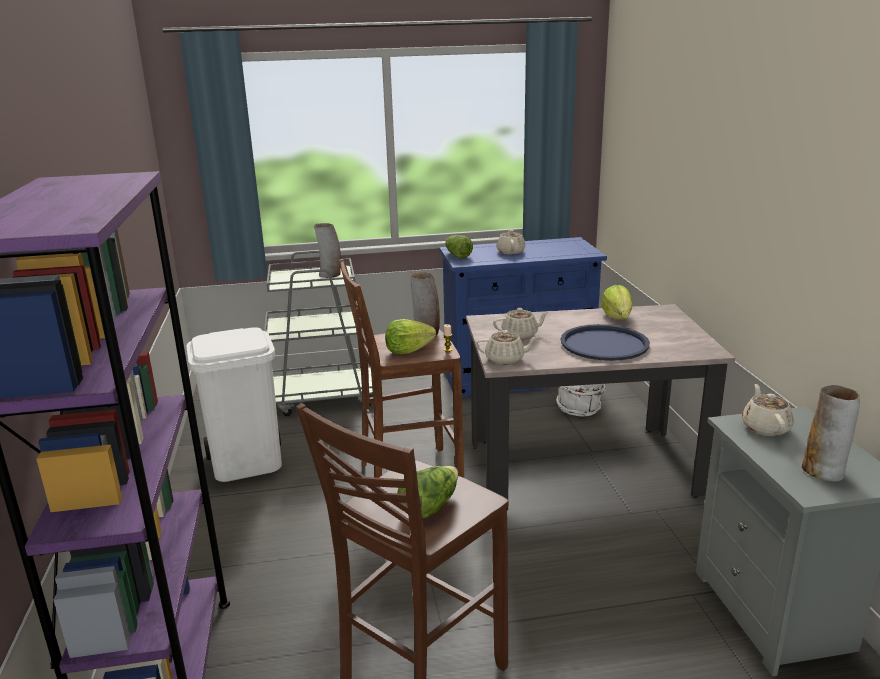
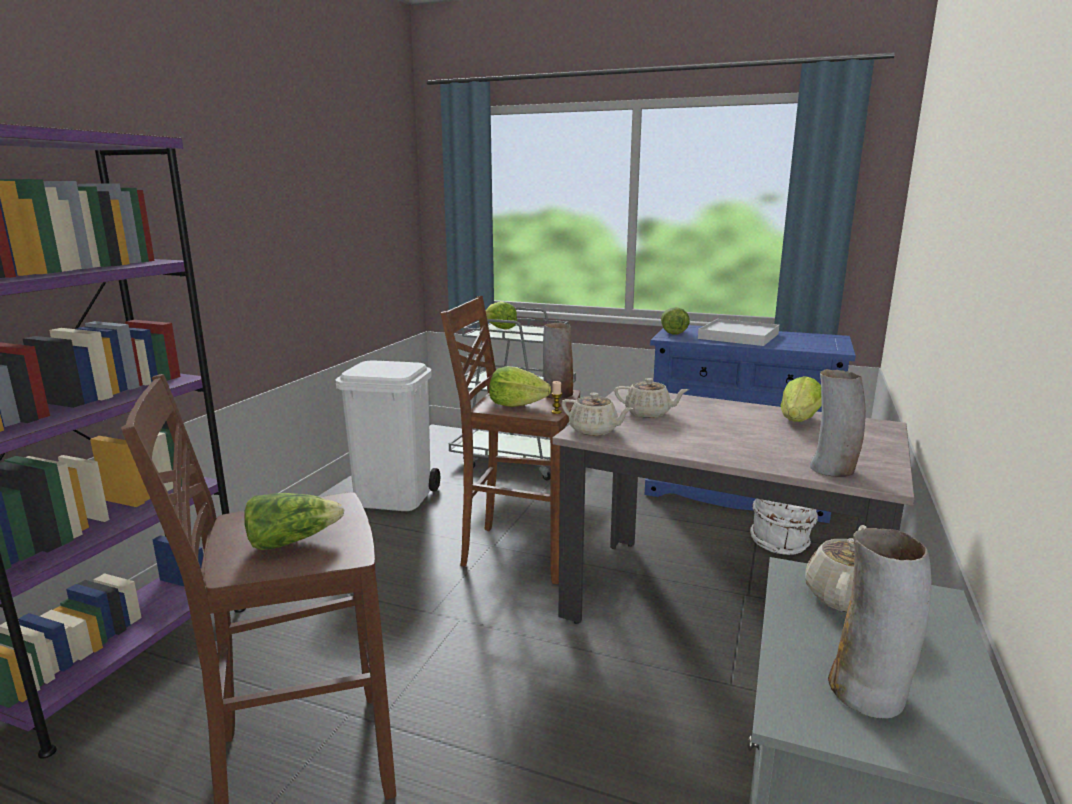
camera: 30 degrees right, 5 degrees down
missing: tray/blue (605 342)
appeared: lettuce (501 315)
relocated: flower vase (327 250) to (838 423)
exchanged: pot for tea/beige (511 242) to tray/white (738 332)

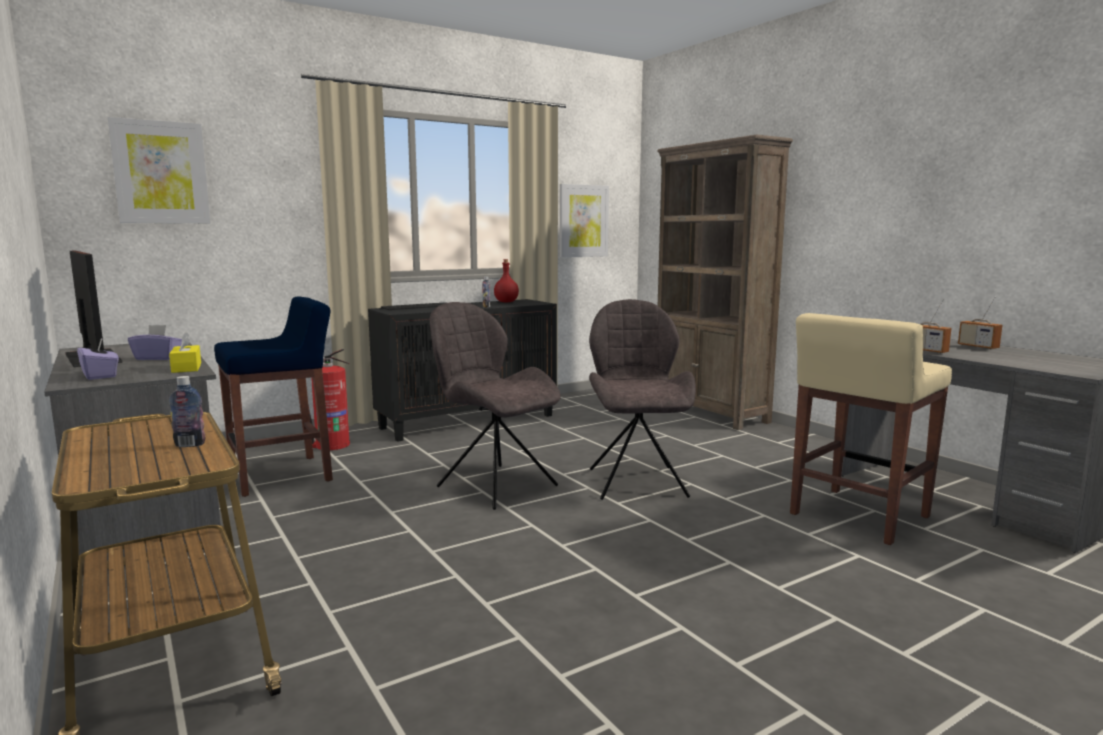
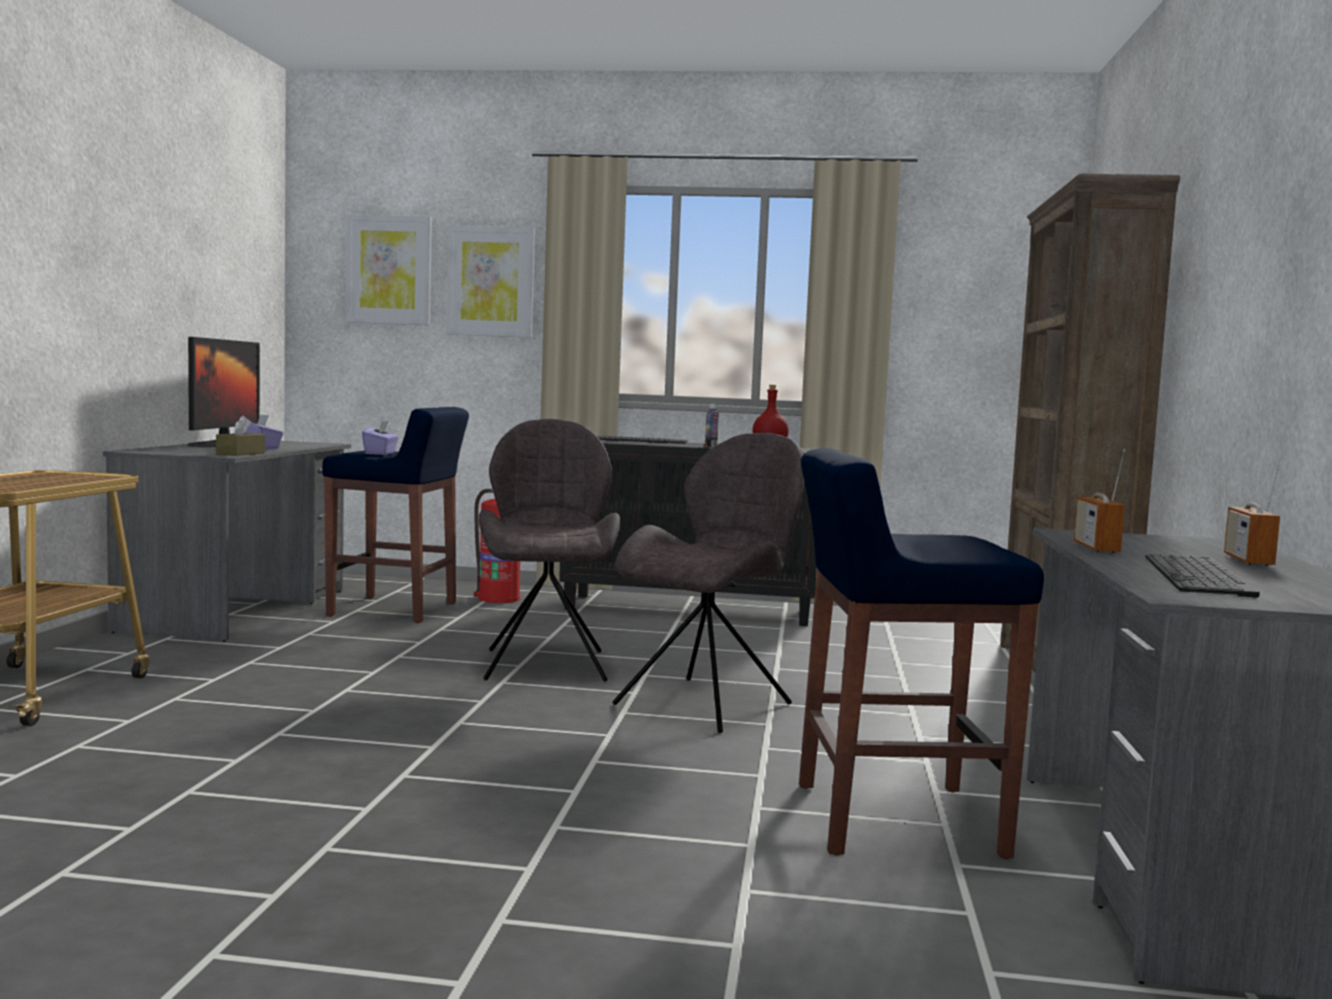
camera: 40 degrees right, 5 degrees down
missing: drink bottle (187 411)
appeared: keyboard (1203 576)
relocated: tissue holder/purple (98 358) to (380 438); wall art (584 220) to (490 281)
colour: tissue holder/yellow (185 352) to tissue holder/brown-coloured (240 435); stool seat/beige (871 429) to stool seat/blue (921 653)

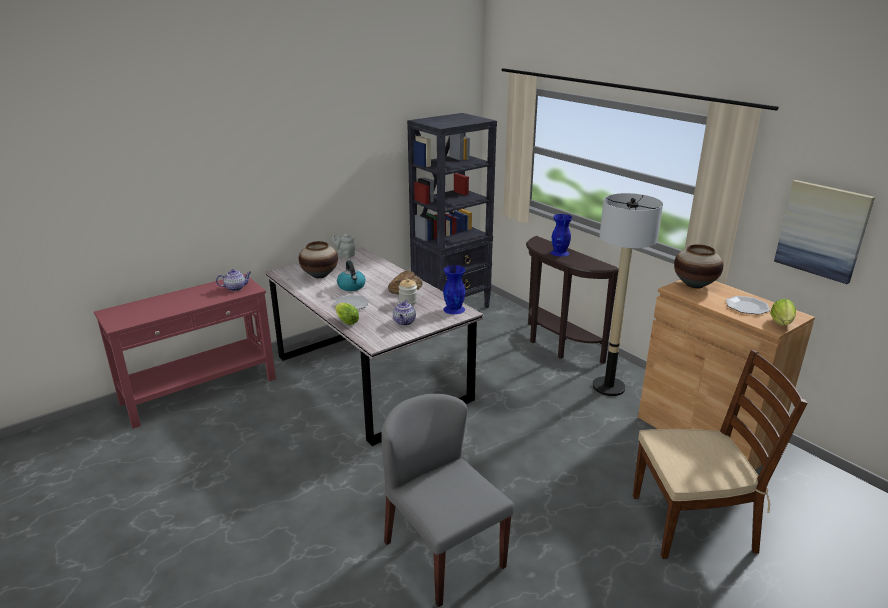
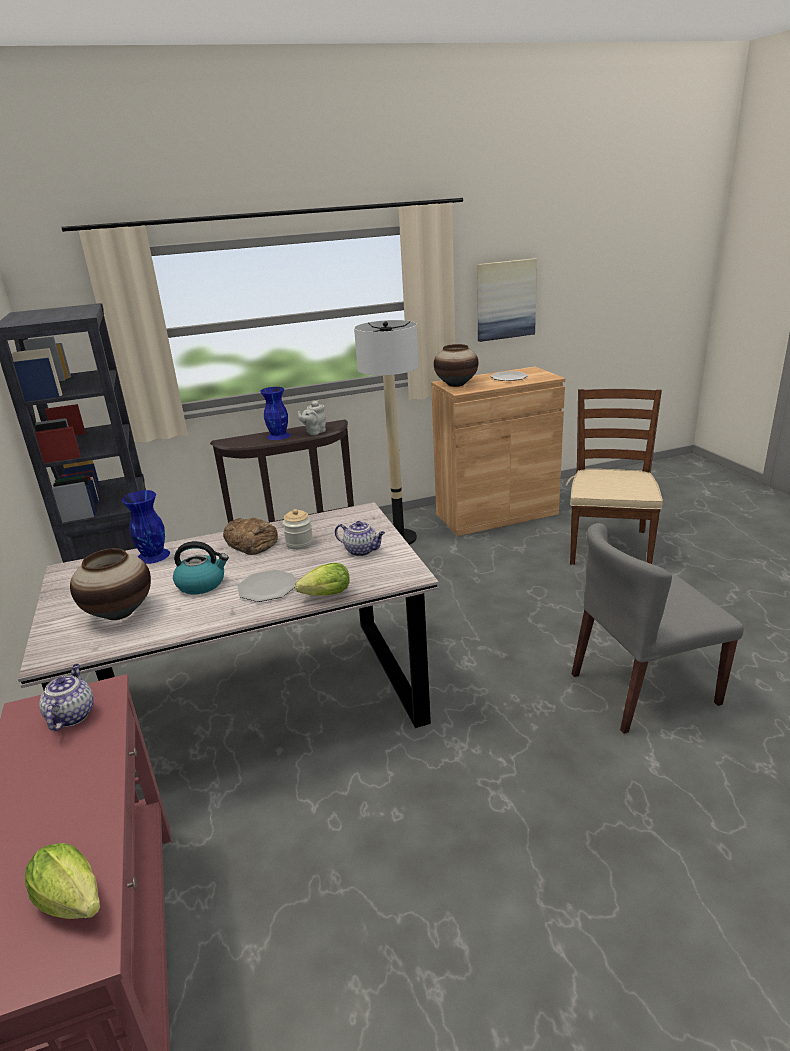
camera: 70 degrees left, 0 degrees up
relocated: pot for tea/greyish (343 245) to (312 417); flower vase/blue (454 289) to (146 527); lettuce (783 312) to (62 881)

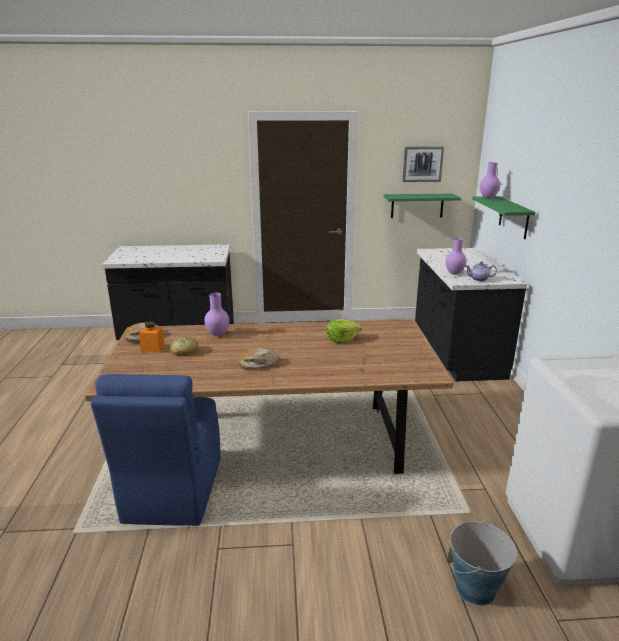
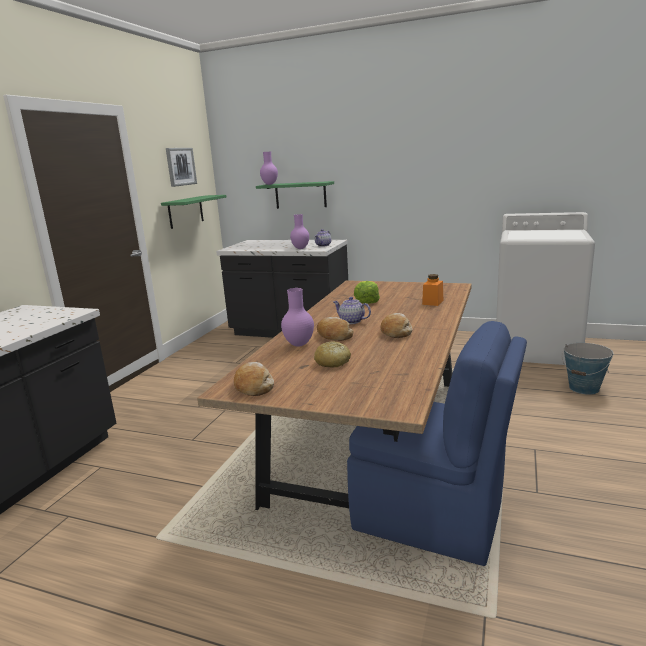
camera: 65 degrees left, 5 degrees down
appeared: bakery bread (335 329); pot for tea (352 310)
relocated: preserve jar/orangey (152 336) to (432 290)

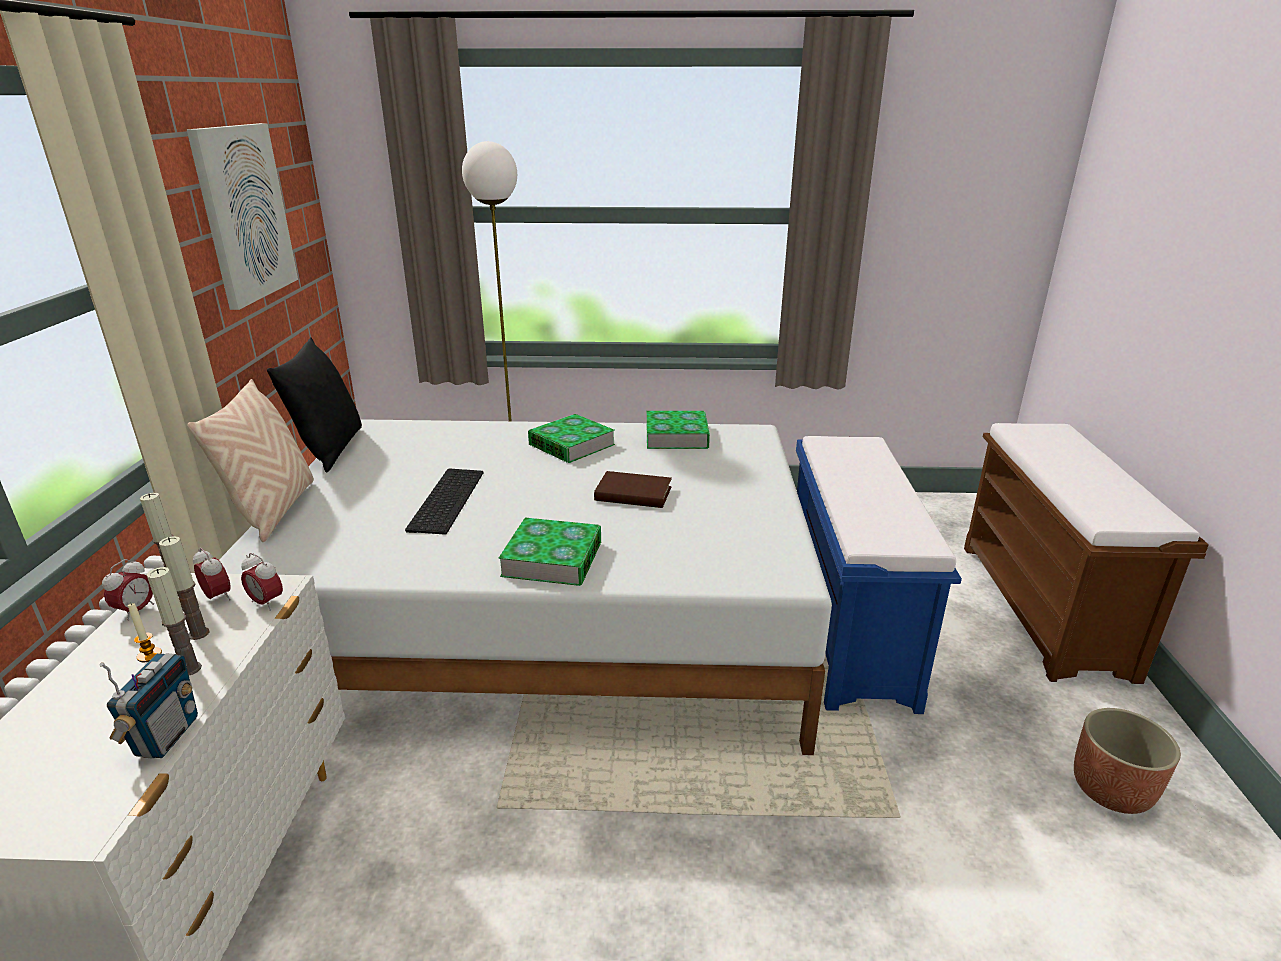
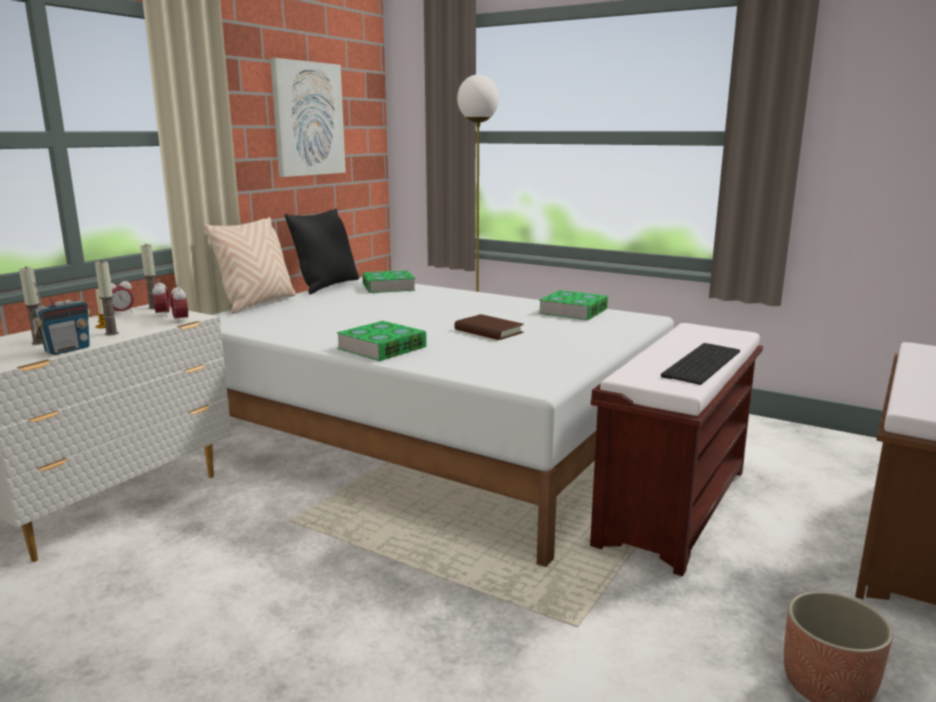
camera: 30 degrees right, 10 degrees down
relocated: wax candle (184 588) to (31 306); keyboard (444 501) to (700 364); book (571 438) to (388 281)
colour: indoor bench/blue (879 575) to indoor bench/brown-coloured (676 449)

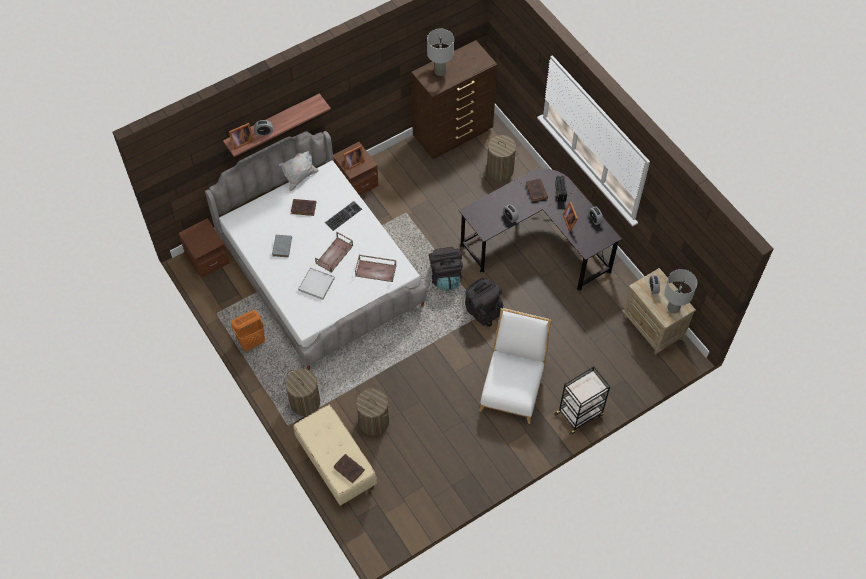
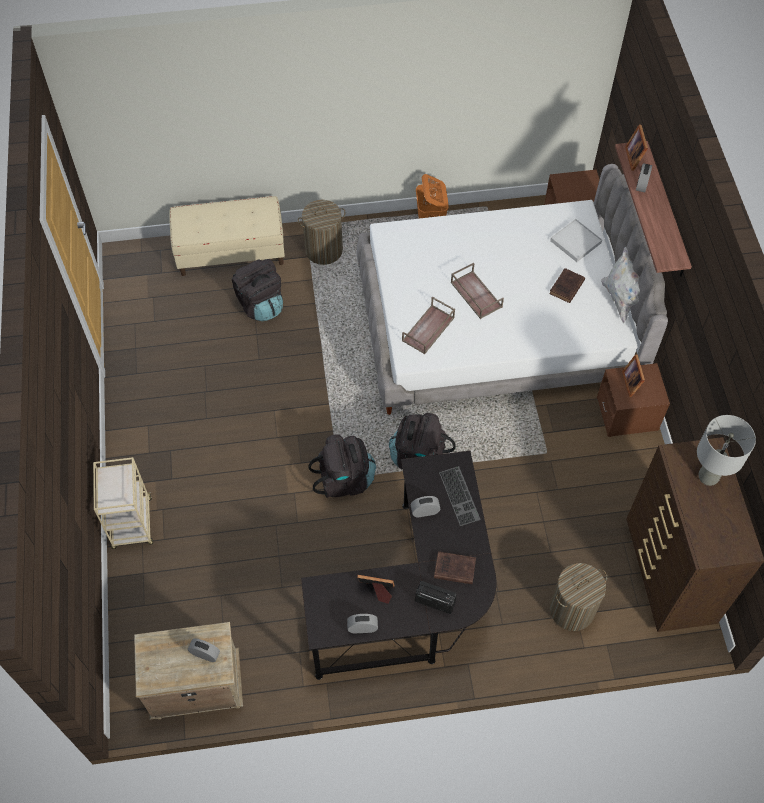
camera: 115 degrees right, 0 degrees up
missing: book/greyish (282 246); book/brown-coloured (349 468); chair/white (515 366); tabletop lamp/greyish (680 291)
relocated: tray/white (316 283) to (576 240); keyboard (343 216) to (460 496)
exchanged: laundry basket (372 412) to knapsack/black (257 290)
colour: trolley/black (582 400) to trolley/beige (123 503)

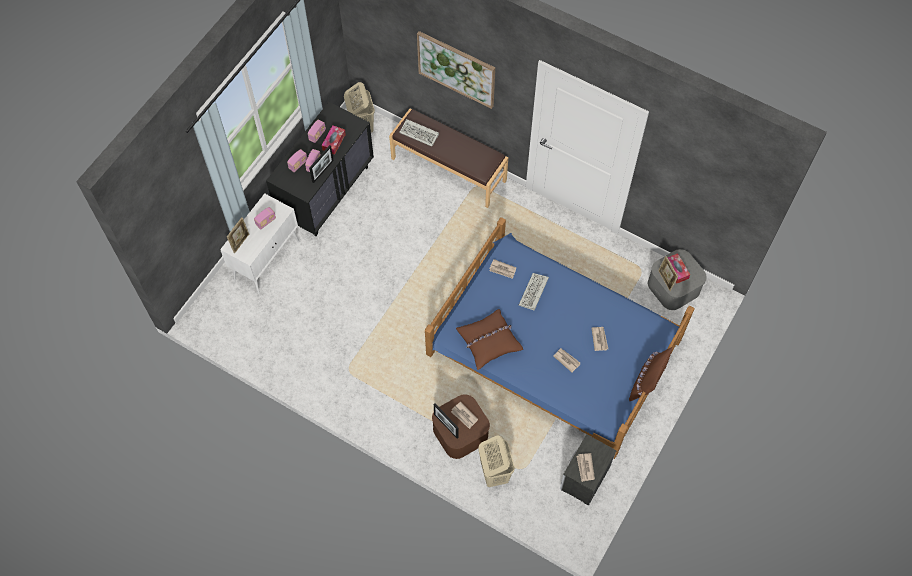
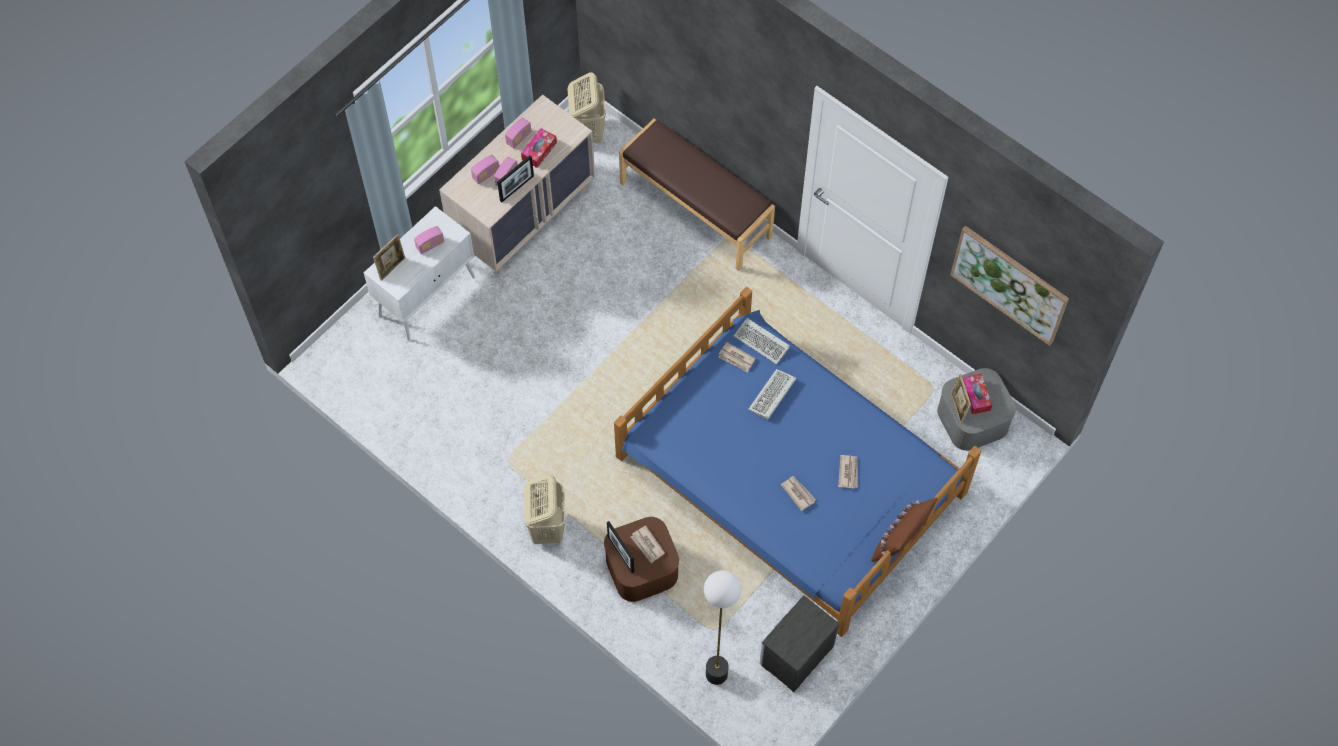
camera: 10 degrees right, 0 degrees up
missing: cushion/brown-coloured (489 339); daily paper (586 467)
appeared: standard lamp (722 627)
relocated: keyboard (419 133) to (762 341); wall art (456 70) to (1009 286); laundry basket/beige (496 461) to (544 509)
colour: chest of drawers/black (320 169) to chest of drawers/beige (517 184)

